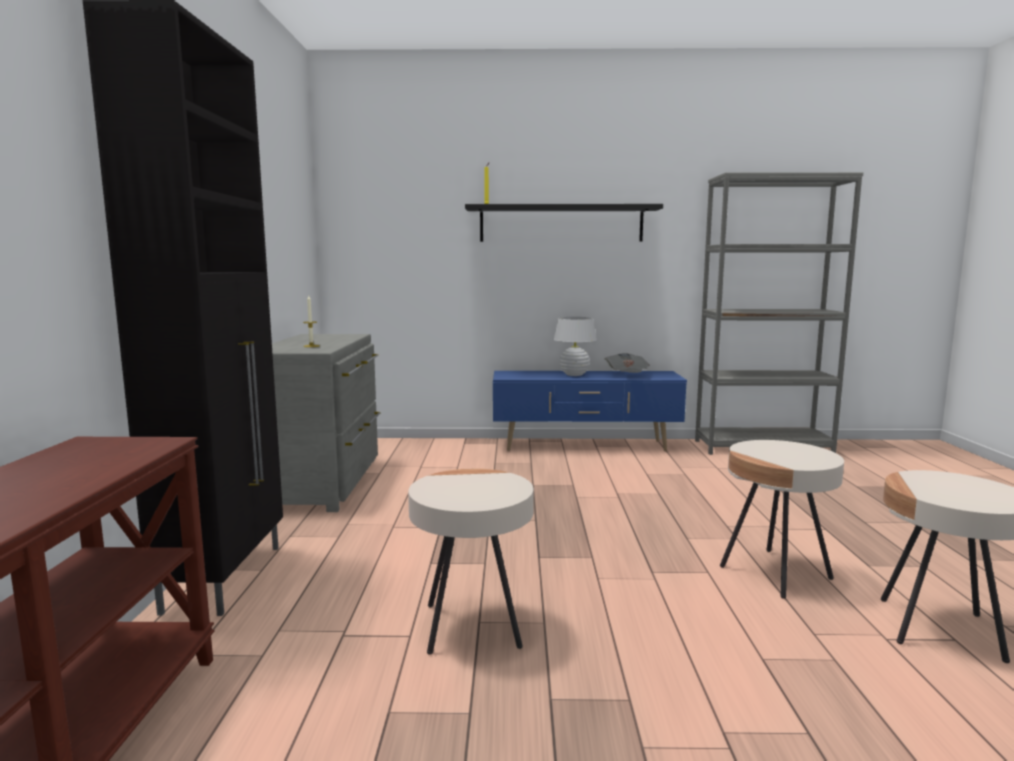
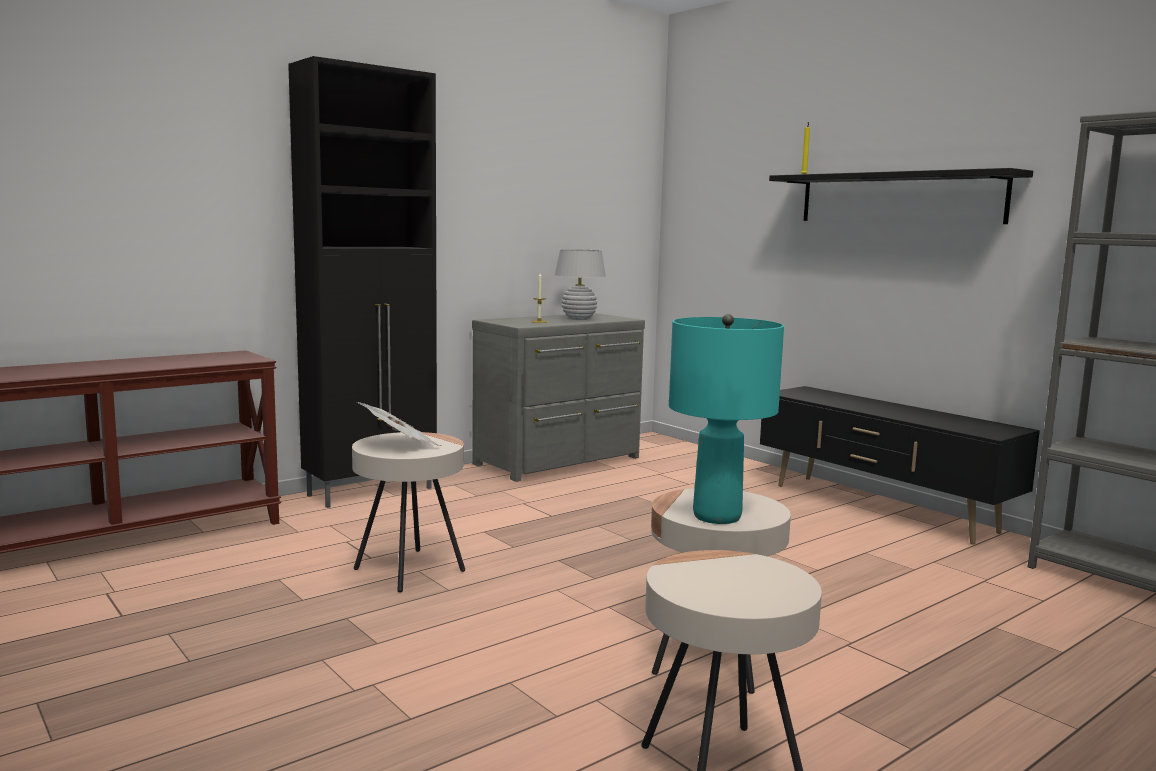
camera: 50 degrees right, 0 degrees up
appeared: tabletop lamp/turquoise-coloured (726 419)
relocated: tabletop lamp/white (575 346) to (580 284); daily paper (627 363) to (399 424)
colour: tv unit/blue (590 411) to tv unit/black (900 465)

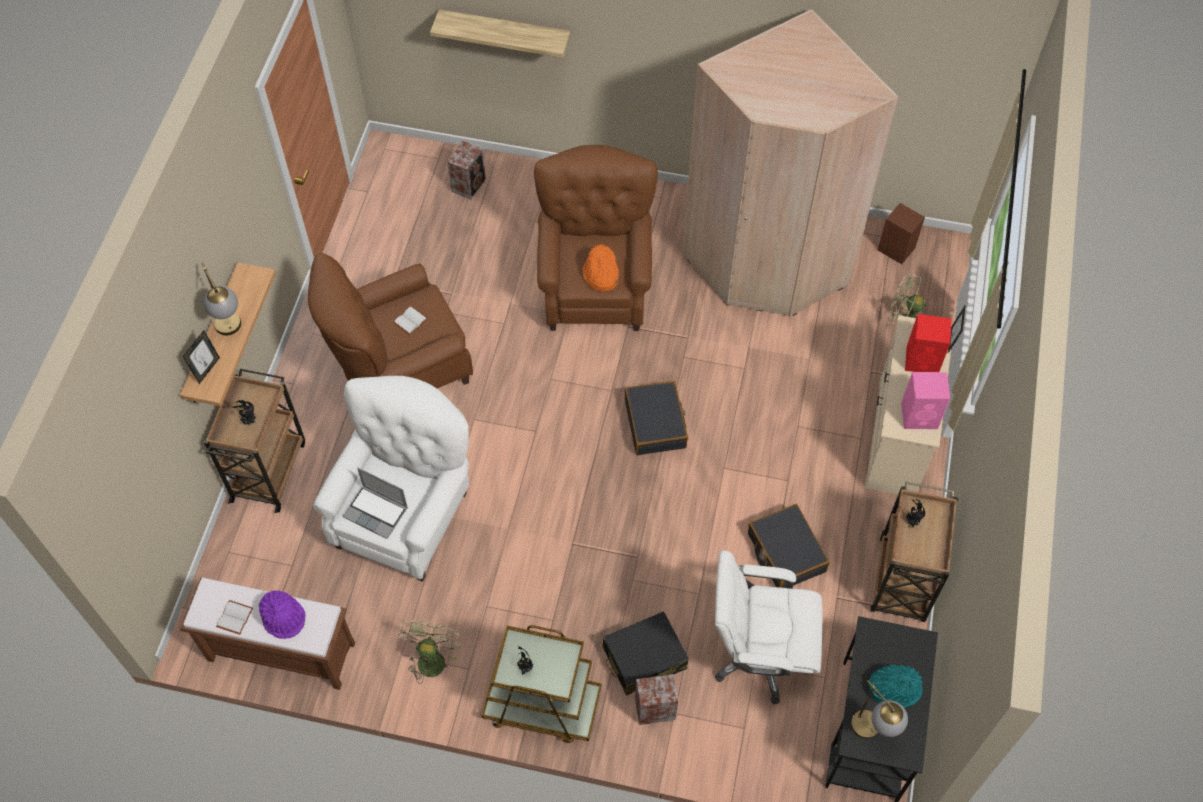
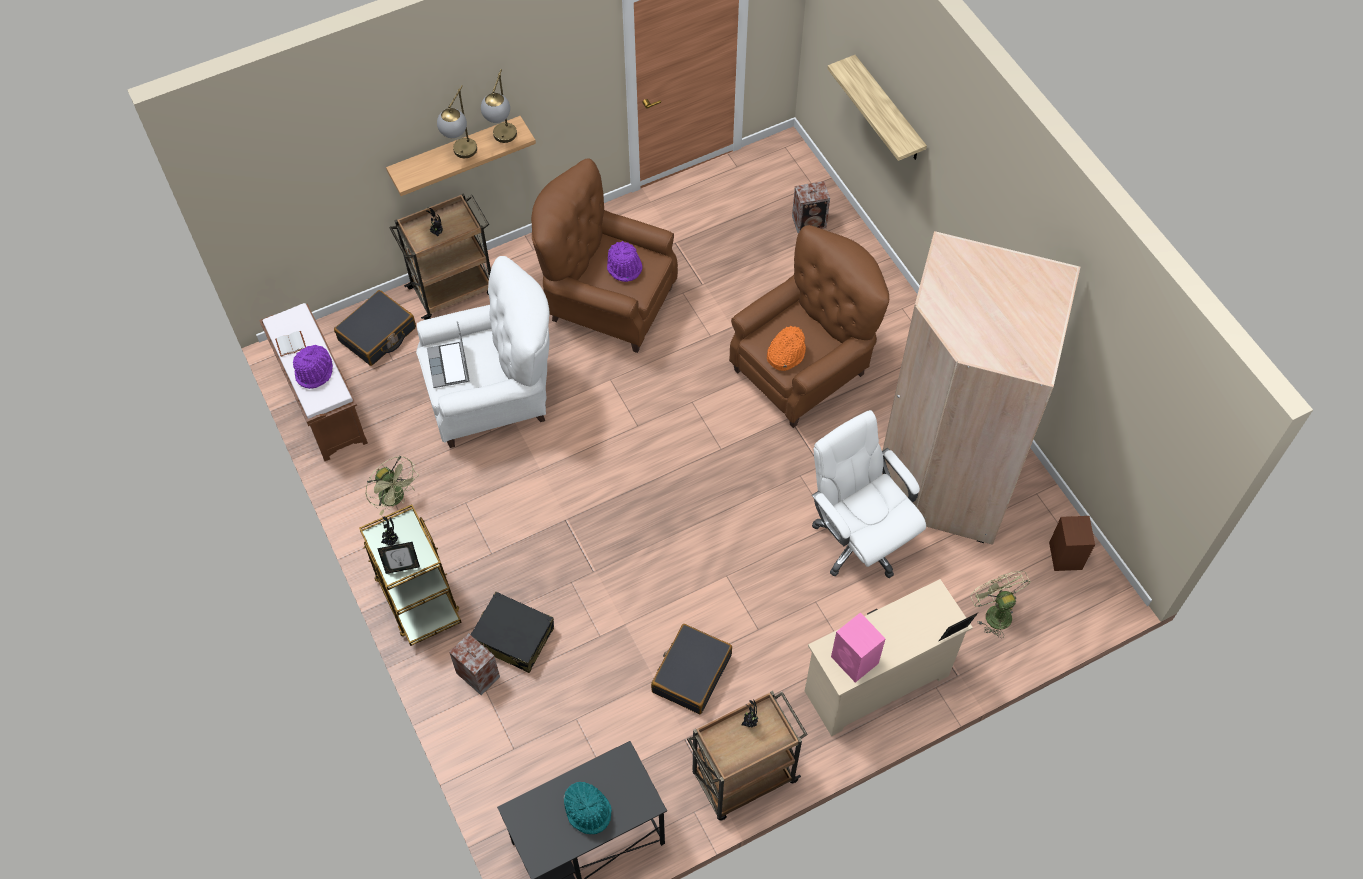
camera: 50 degrees right, 0 degrees up
missing: loudspeaker/red (928 343)
relocated: standing frame (201 357) to (398 558); suitcase/black (656 418) to (375 328); computer chair/white (769 627) to (869 494); tabletop lamp (879 709) to (499 106)
exchanged: book/white (410 320) to clothing hat/purple (625 261)
spun: fan/greenish (429 652) = (392 485) 75 degrees clockwise

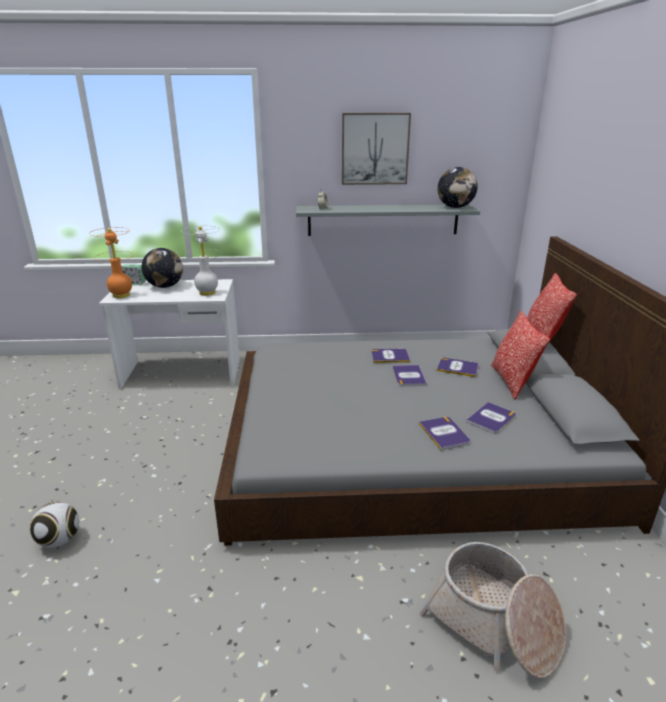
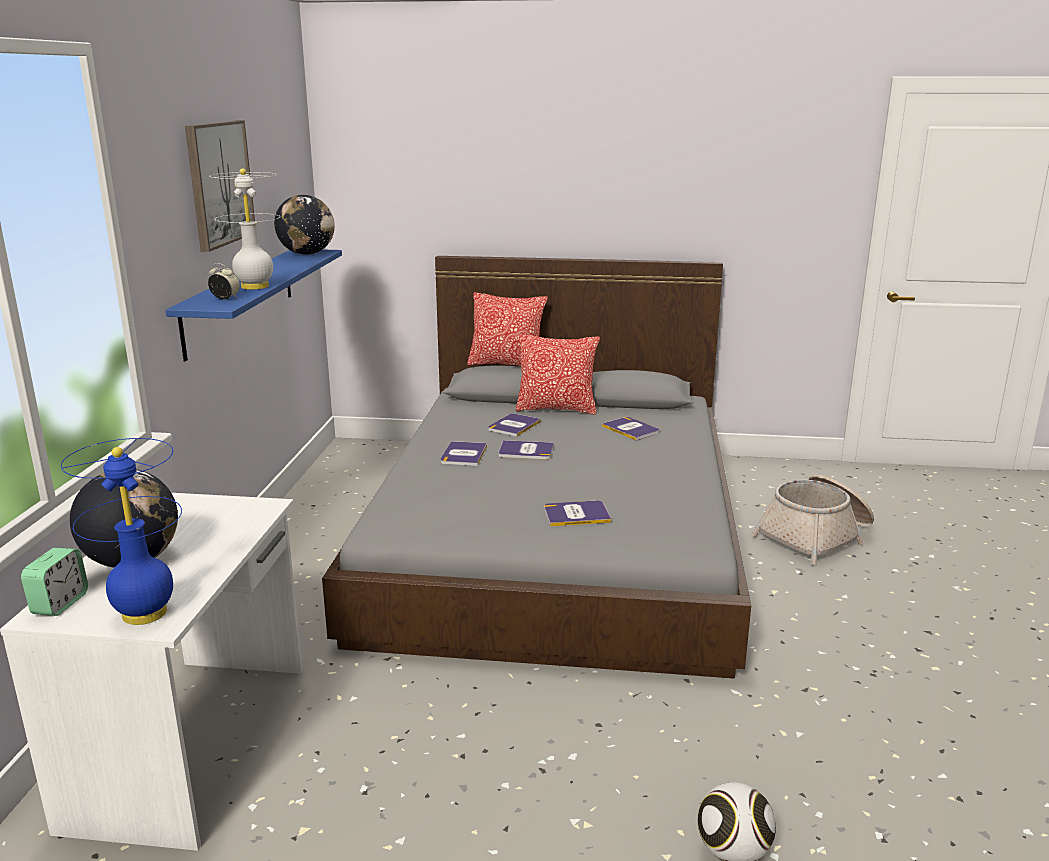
camera: 80 degrees left, 5 degrees down
relocated: tabletop lamp/white (202 261) to (244 229); book (444 433) to (577 513)
colour: tabletop lamp/orangey (111 262) to tabletop lamp/blue (121 531); shelf/greyish (388 220) to shelf/blue (253 305)

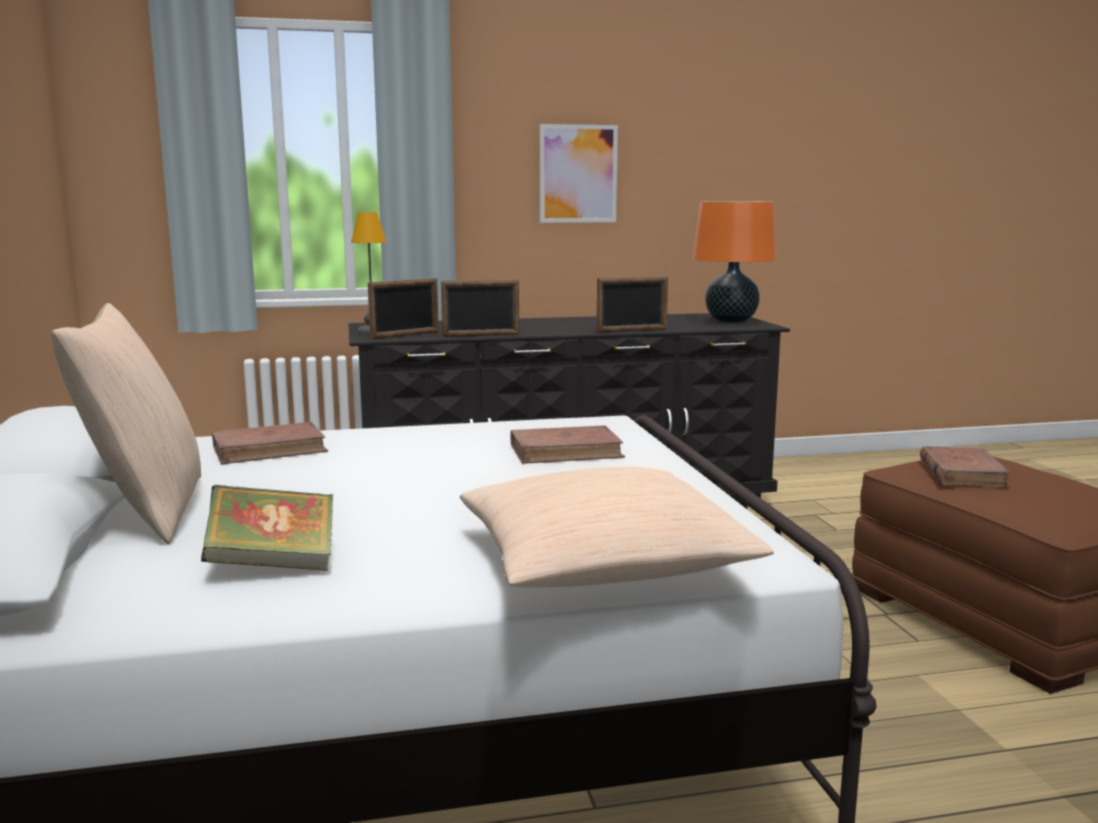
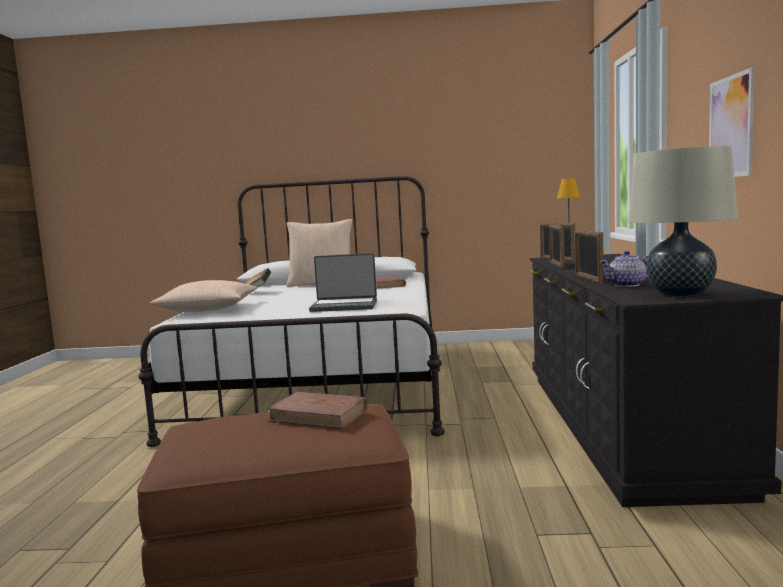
camera: 105 degrees right, 5 degrees down
appeared: pot for tea (624 269)
exchanged: book/brown-coloured (567 444) to portable computer (343 282)
colour: tabletop lamp/orangey (734 262) to tabletop lamp/beige (683 221)

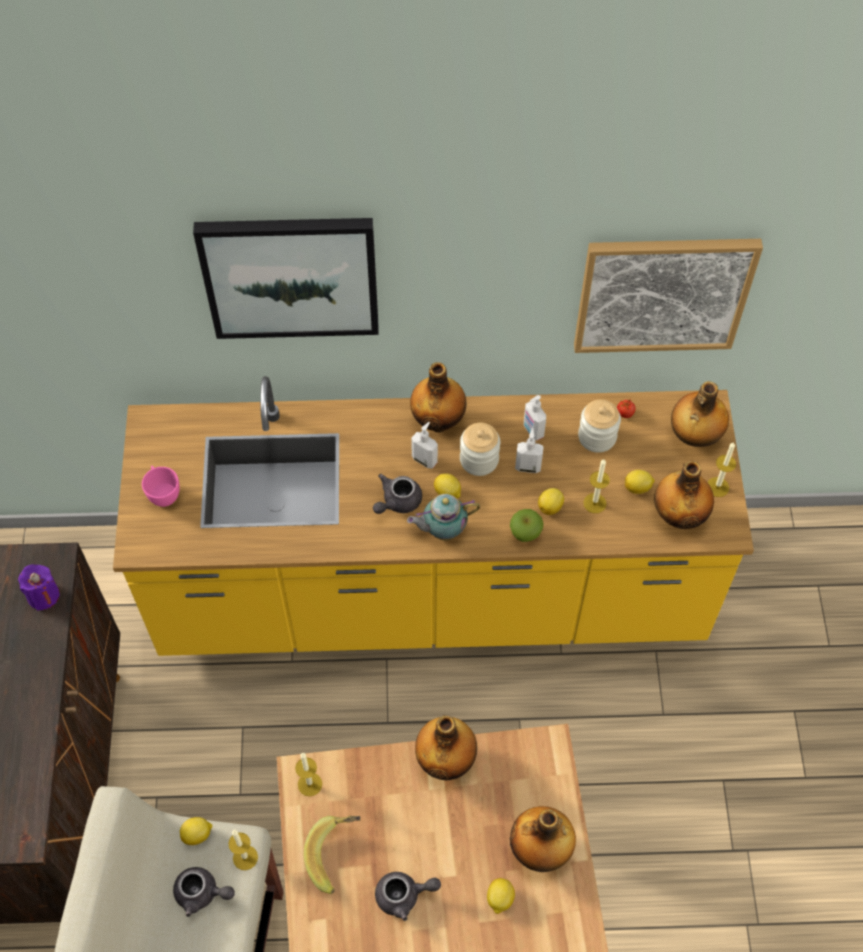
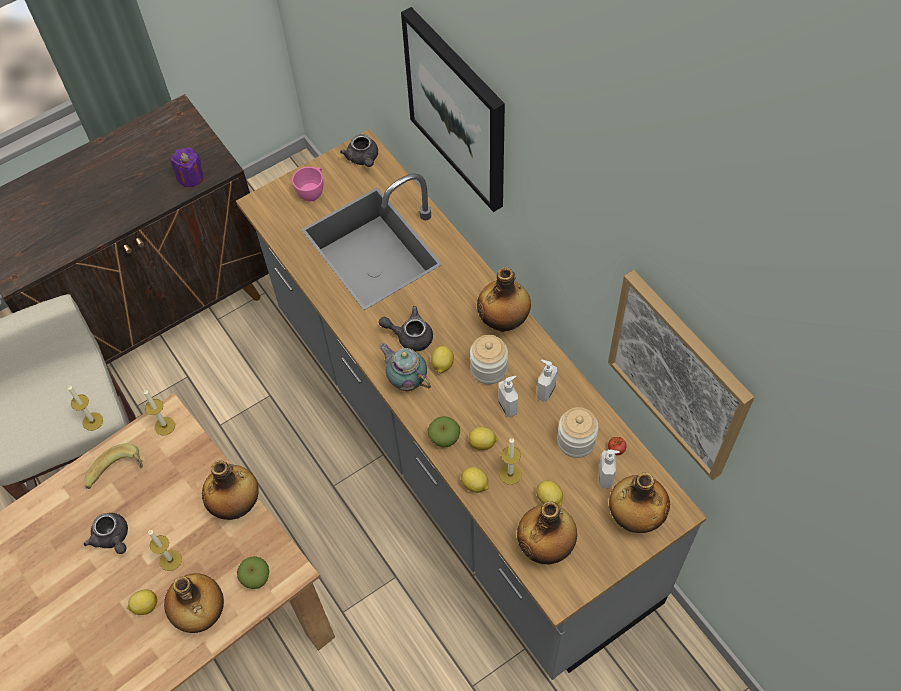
camera: 60 degrees right, 0 degrees up
appeared: apple (253 572)
relocated: pot for tea/greyish (204 892) to (359 150); citrus fruit (196 831) to (475 480); liquid soap bottle (424 445) to (609 468); wax candle (722 469) to (165 550)
colour: kitchen base unit/yellow (433 516) to kitchen base unit/greyish (471 404)

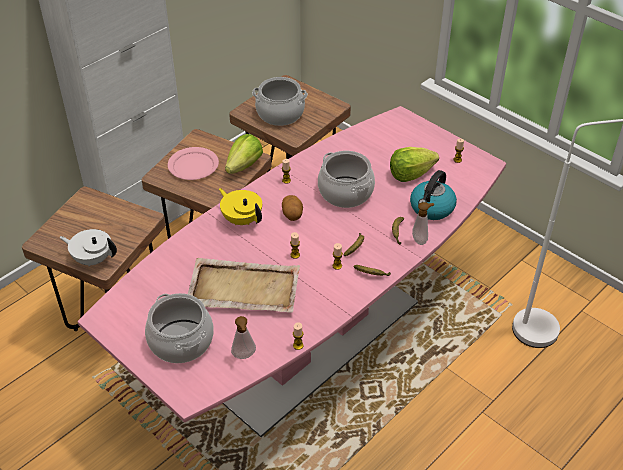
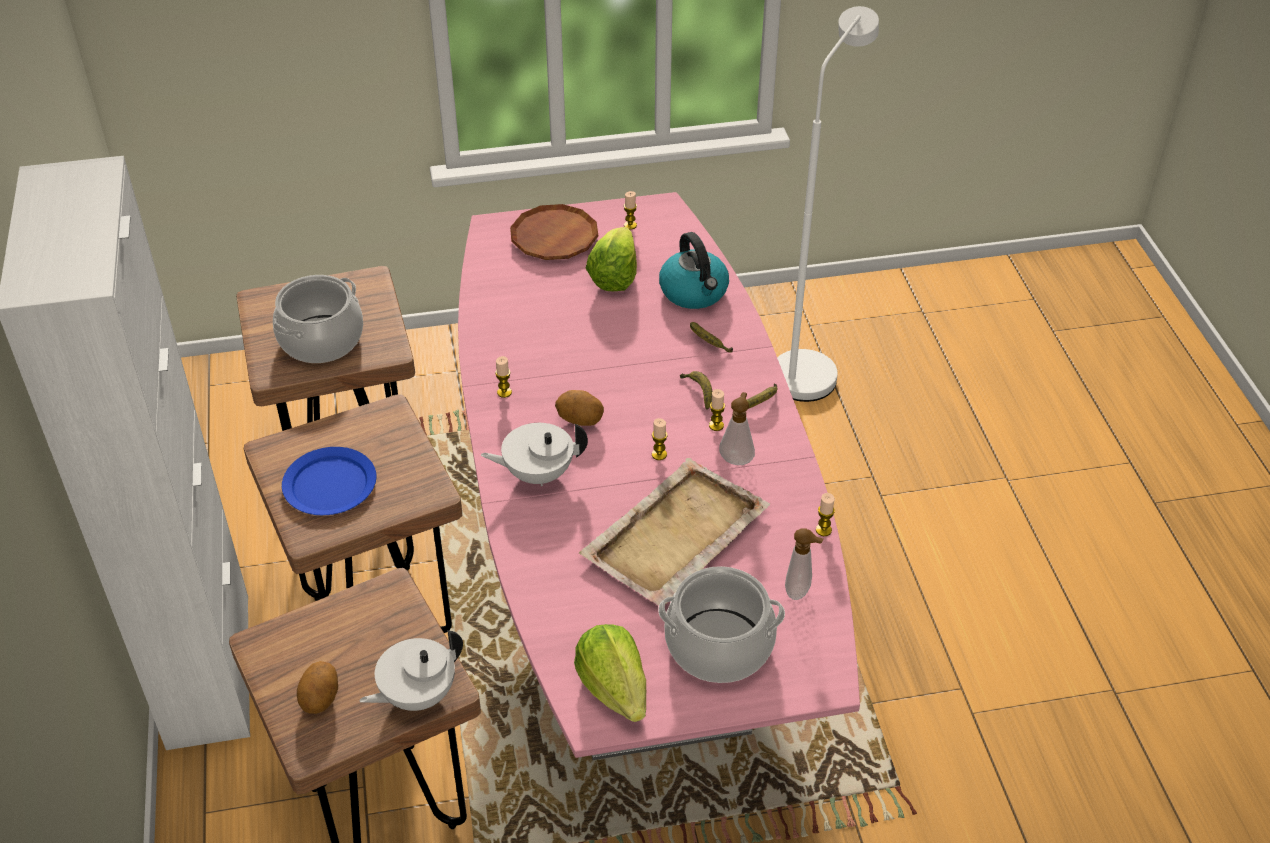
camera: 55 degrees left, 0 degrees up
missing: cooking pot (346 179)
appeared: spud (317 687); flat dish/brown-coloured (554 232)
relocated: lettuce (244 154) to (610 673); liquid soap bottle (423 223) to (737 428)
colour: flat dish/pink (193 163) to flat dish/blue (329 481); pot for tea/yellow (240 206) to pot for tea/white (534 454)

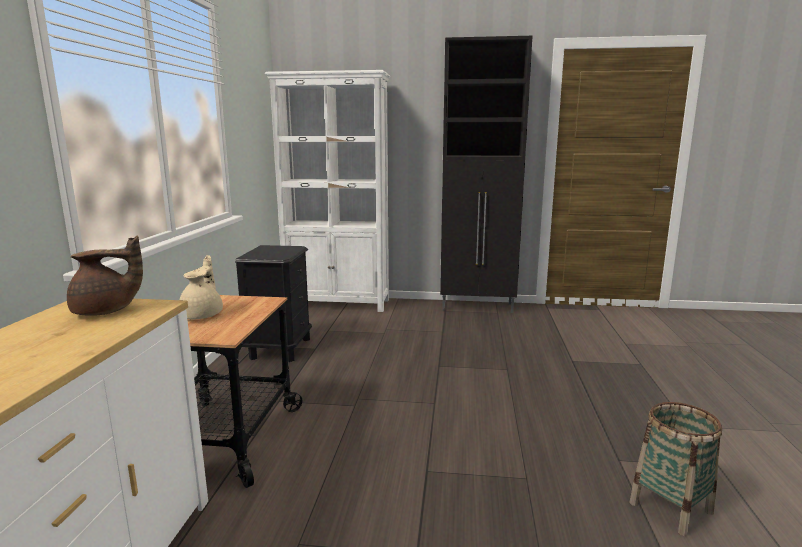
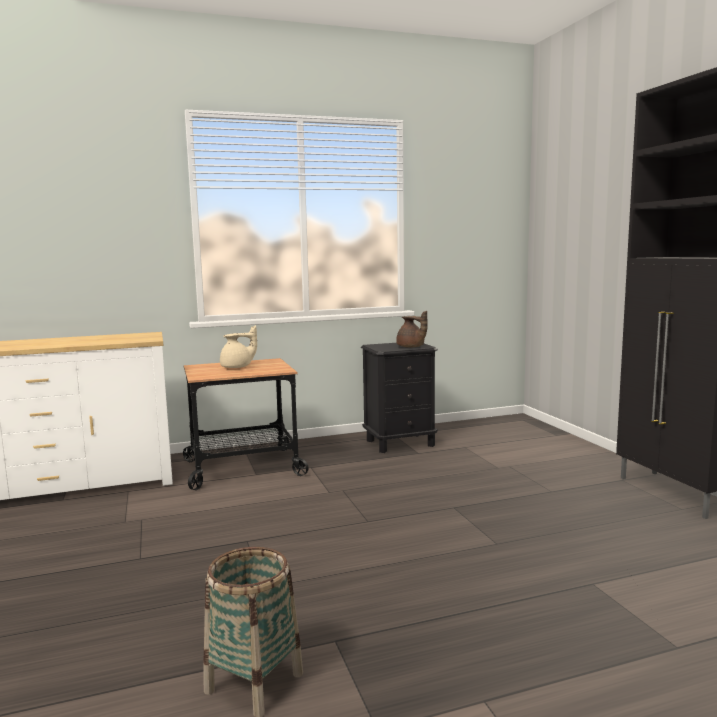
camera: 65 degrees right, 5 degrees down
missing: bookshelf/white (327 191)
relocated: pot for tea/brown-coloured (105 276) to (412 329)

